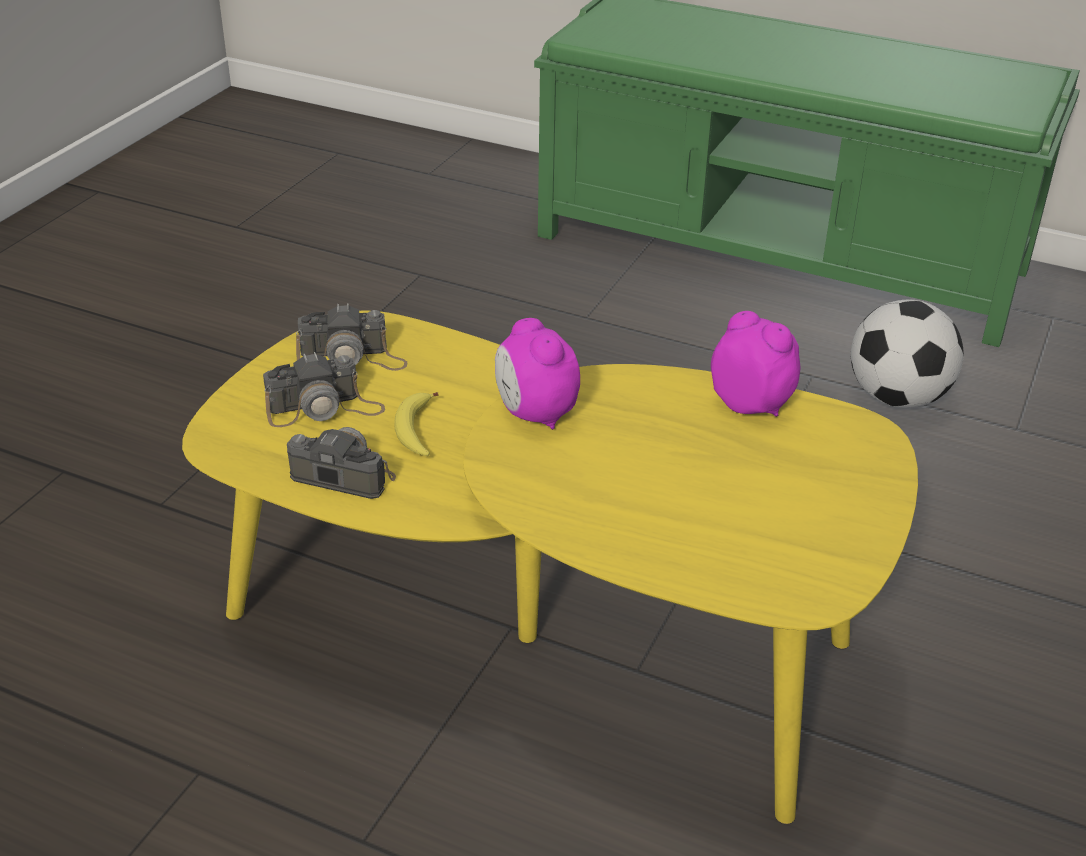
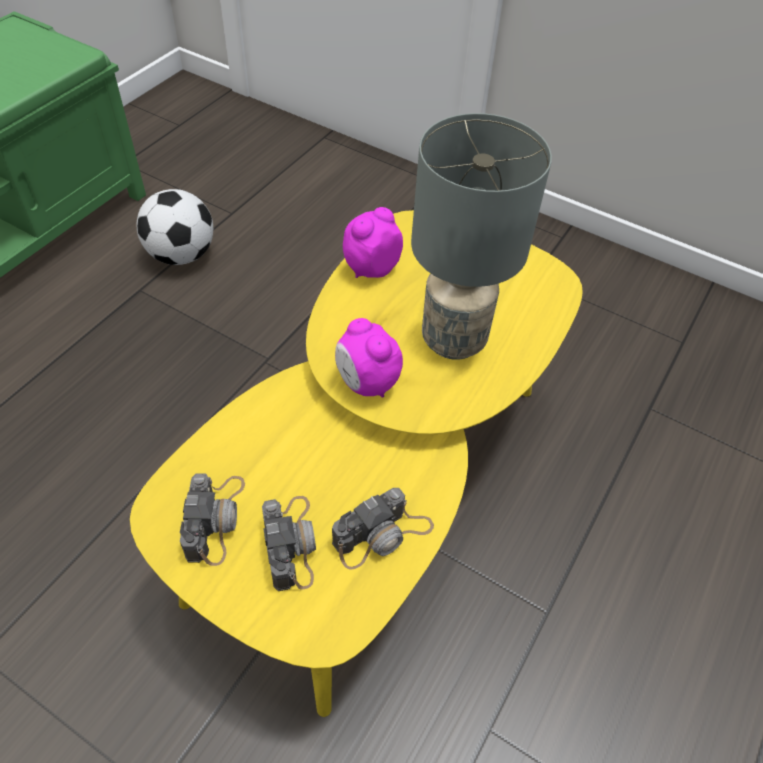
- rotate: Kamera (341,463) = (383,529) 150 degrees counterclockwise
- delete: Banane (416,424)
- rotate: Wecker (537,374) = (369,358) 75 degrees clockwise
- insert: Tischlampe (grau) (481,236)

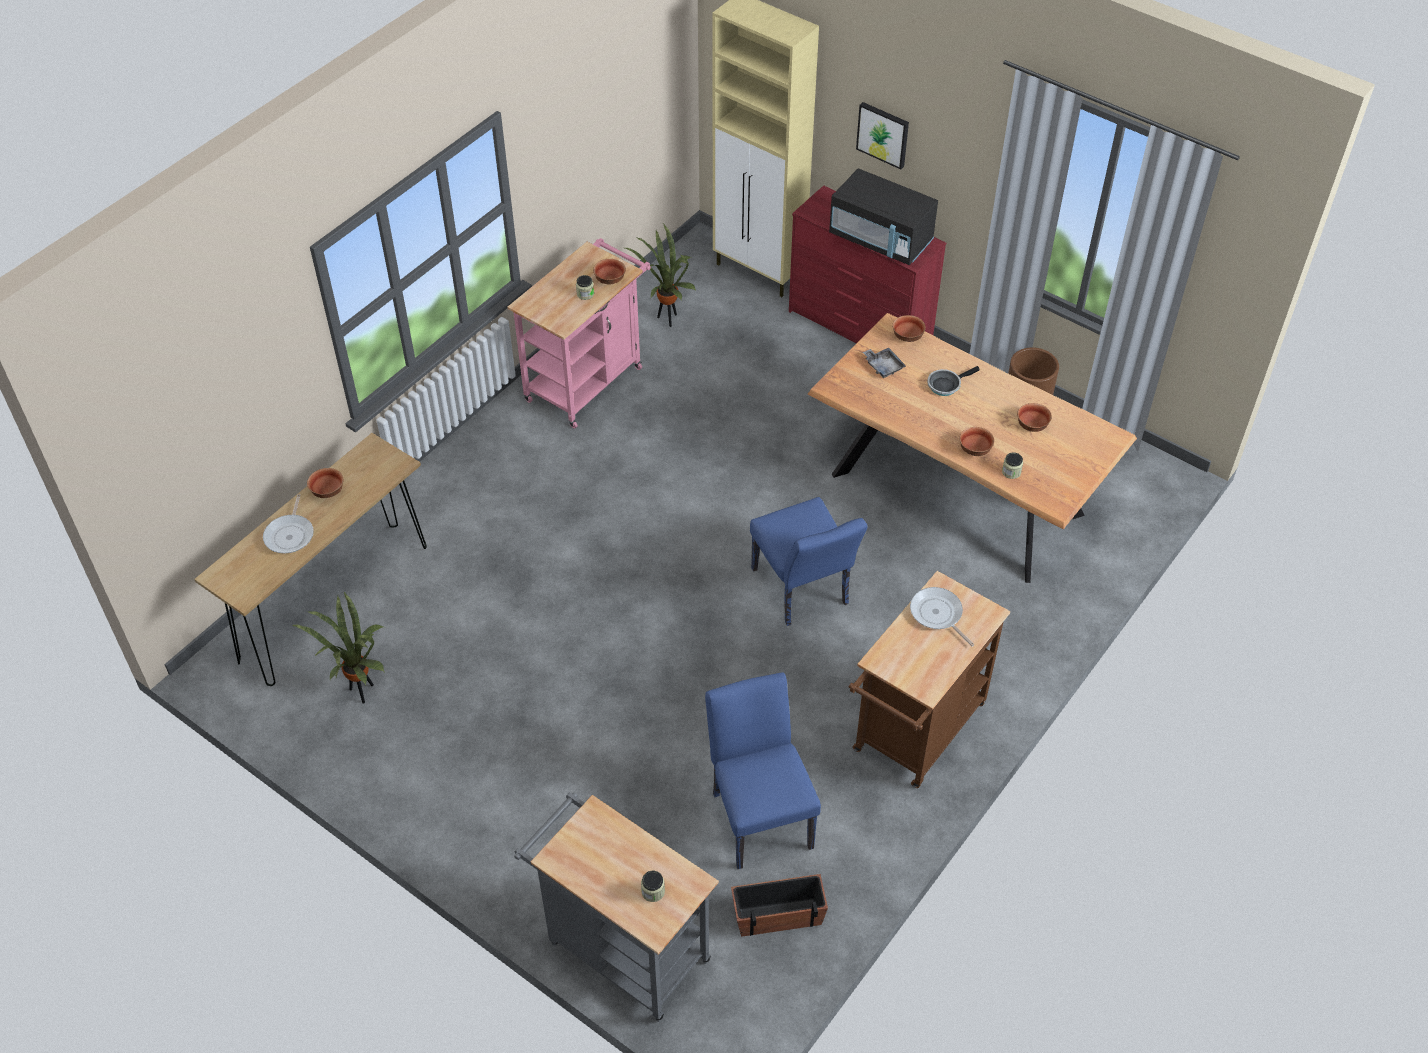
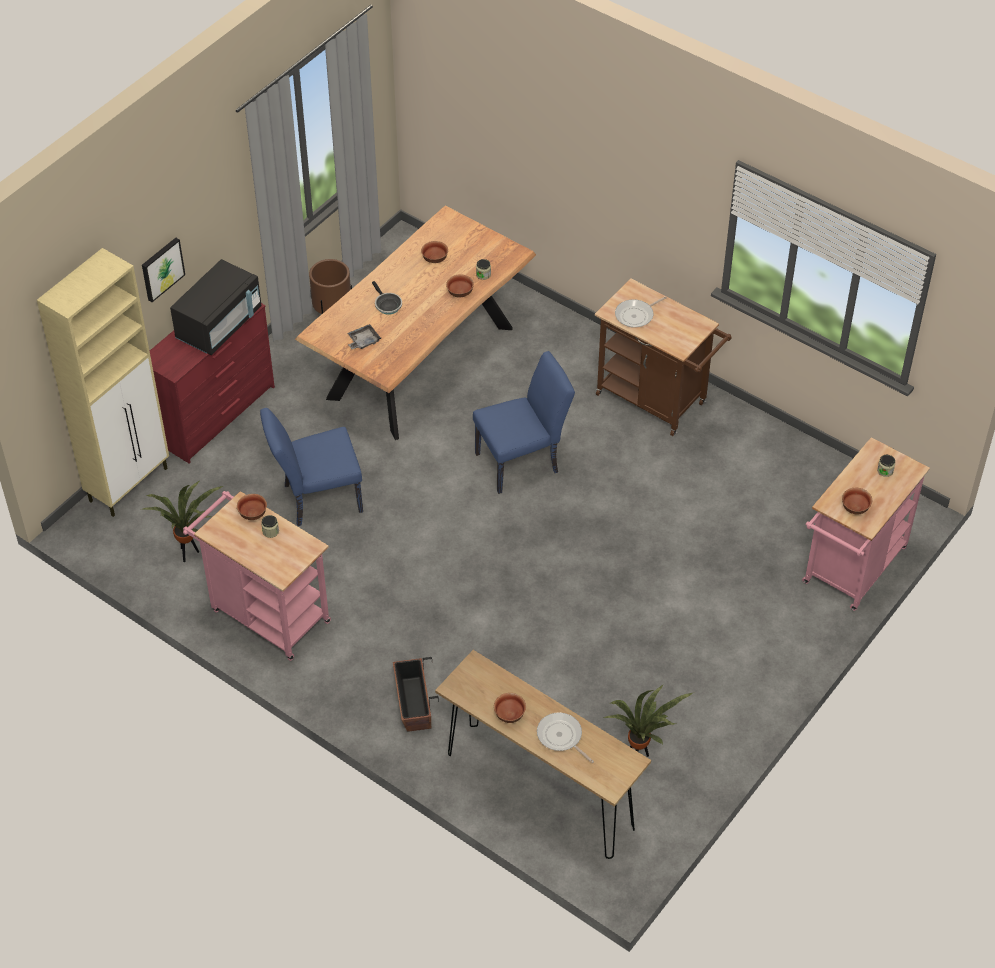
- rotate: Pfanne (288,524) = (565,737) 135 degrees counterclockwise
- recolor: Rollwagen (grau) (616,907) to Rollwagen (rosa) (866,524)
- move: Stuhl (blau) (763,770) to (311,467)
- move: Pflanzkübel (779,905) to (416,694)
- move: Schüssel (909,328) to (857,501)

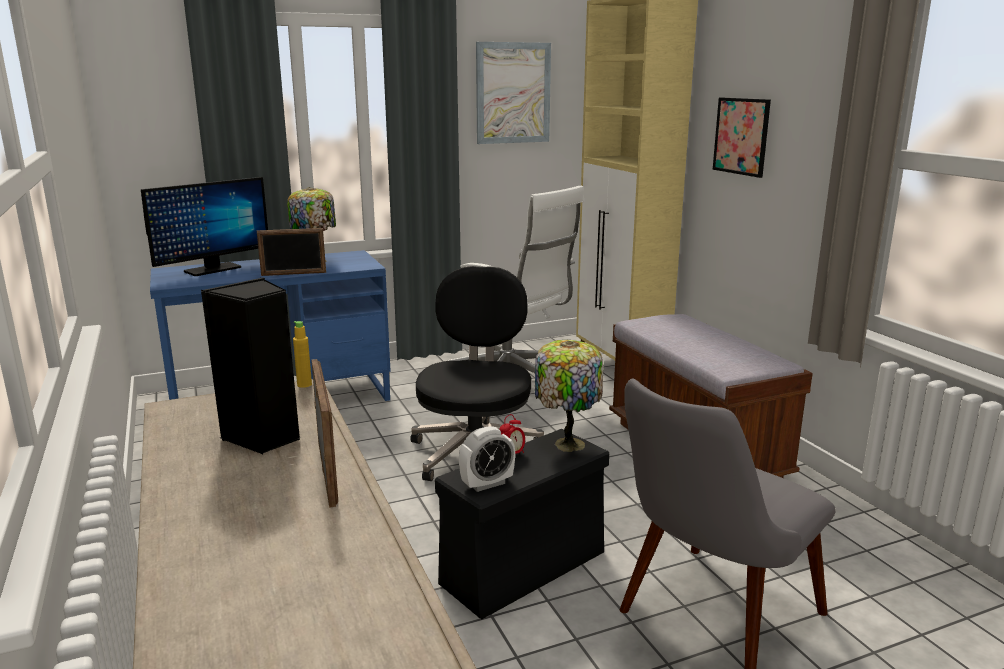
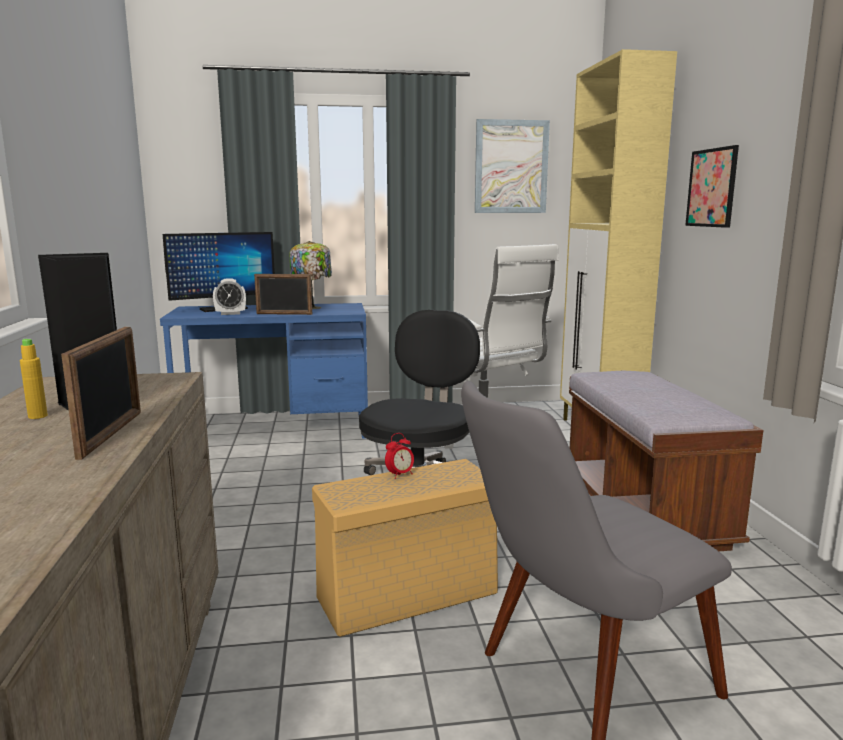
- move: Flasche (gelb) (302,354) to (34,379)
- recolor: Aufbewahrungsbox (schwarz) (522,524) to Aufbewahrungsbox (beige) (405,548)
- move: Wecker (487,459) to (229,296)
- delete: Tischlampe (569,396)

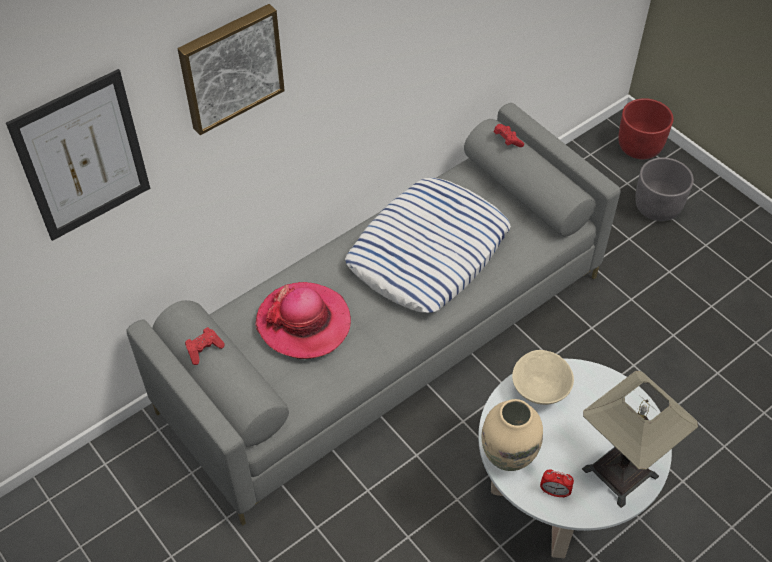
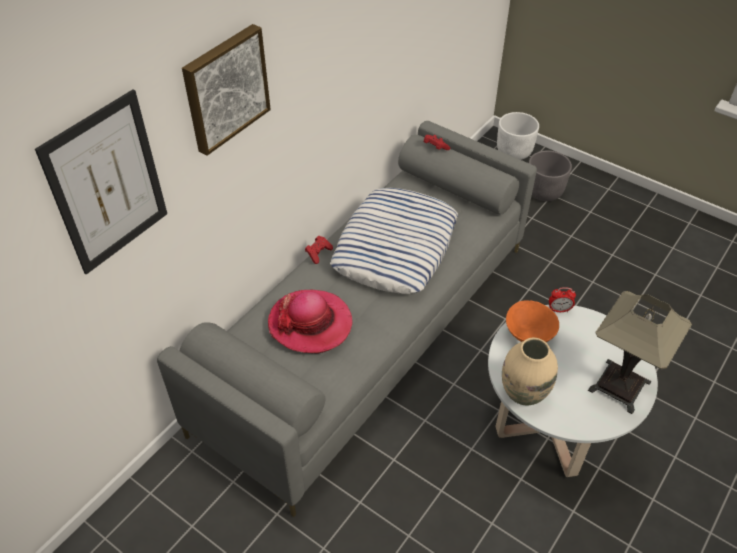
- move: Gamepad (rot) (205,346) to (319,250)
- recolor: Schüssel (beige) (543,377) to Schüssel (orange) (532,321)
- move: Wecker (557,483) to (562,299)
- recolor: Pflanzkübel (rot) (645,128) to Pflanzkübel (weiß) (518,136)

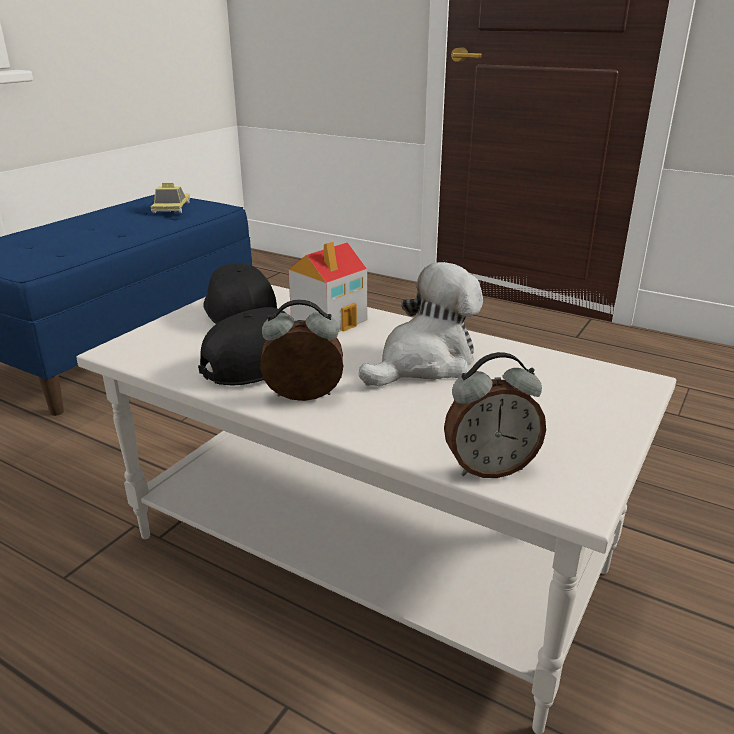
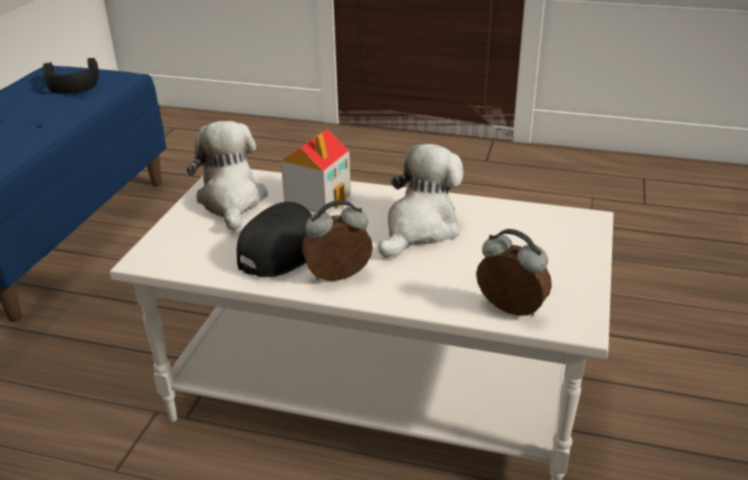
- replace: Spielzeugauto (170,198) to Kopfhörer (schwarz) (71,76)
- replace: Kappe (schwarz) (240,293) to Plüschtier (227,176)
- rotate: Wecker (495,415) = (514,272) 120 degrees counterclockwise

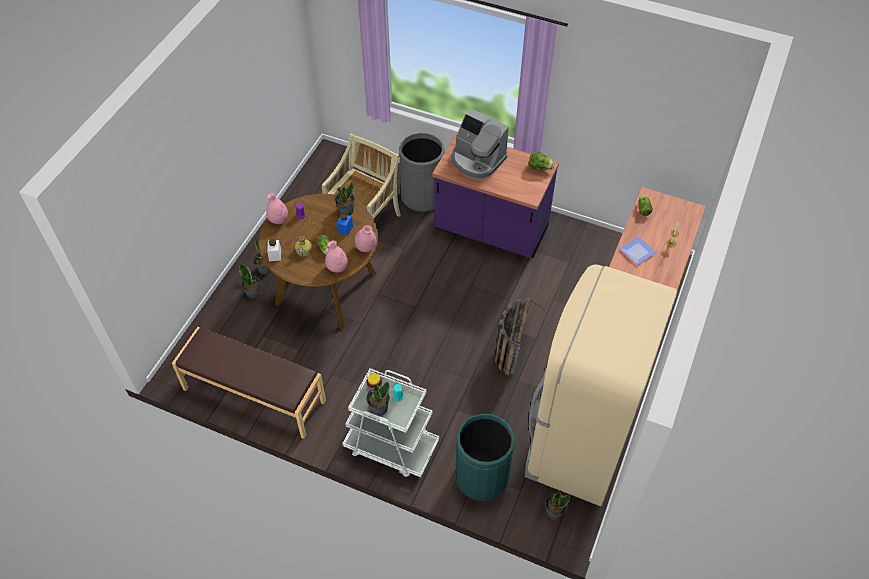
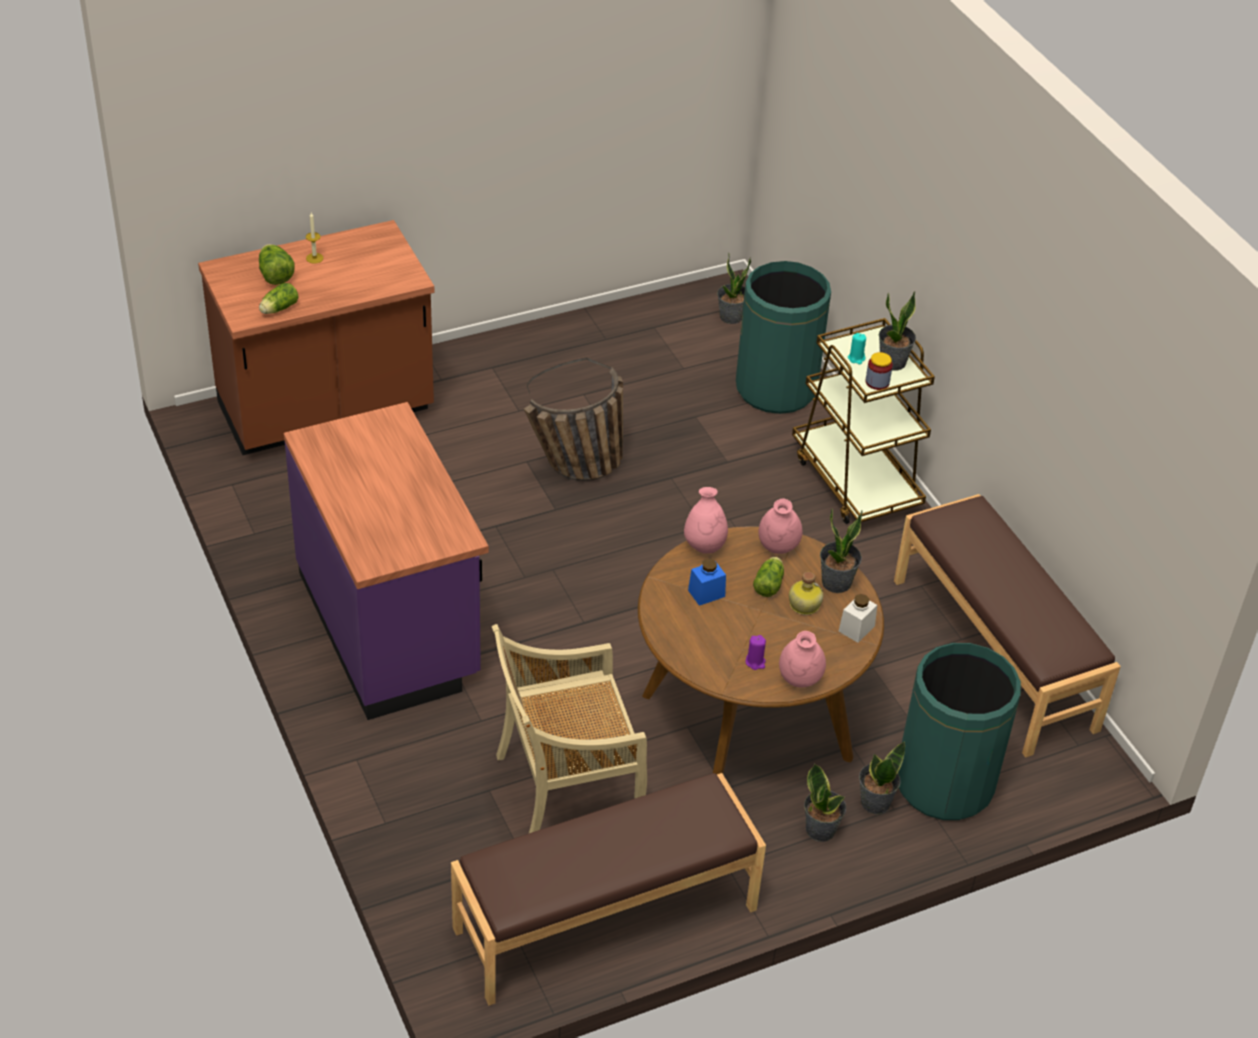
- move: Topfpflanze (345,199) to (841,551)
- recolor: Rollwagen (weiß) (390,422) to Rollwagen (braun) (863,421)
- delete: Mülleimer (grau) (422,172)
- delete: Kaffeemaschine (480,144)
- delete: Kühlschrank (beige) (601,385)
- move: Salatkopf (541,160) to (277,264)
- delete: Teller (638,250)
- insert: Bank (braun) (608,889)
- insert: Mülleimer (grün) (959,731)

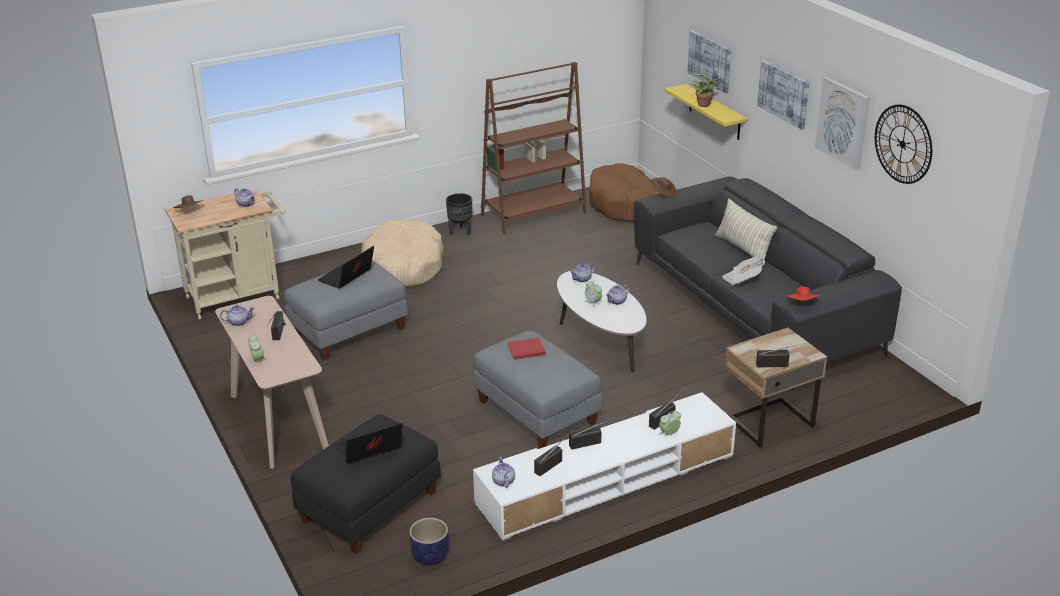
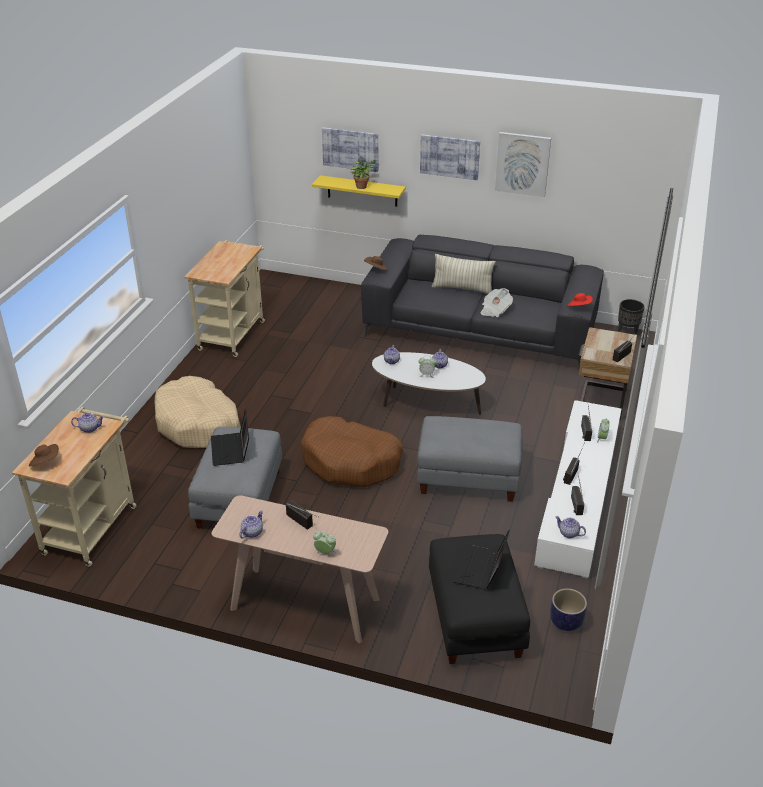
- move: Pflanzkübel (schwarz) (459,214) to (631,316)
- replace: Bücherregal (braun) (534,148) to Rollwagen (beige) (225,298)
- delete: Buch (rot) (527,349)
- move: Hundebett (braun) (625,192) to (352,451)
- delete: Wanduhr (903,144)

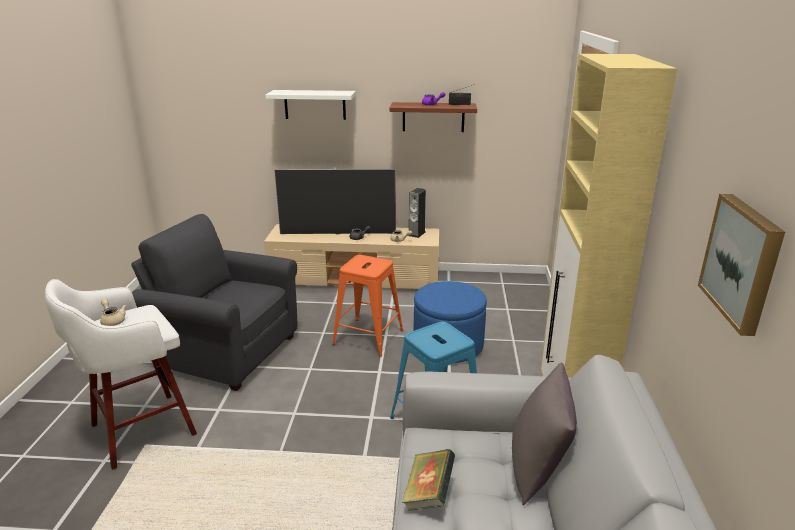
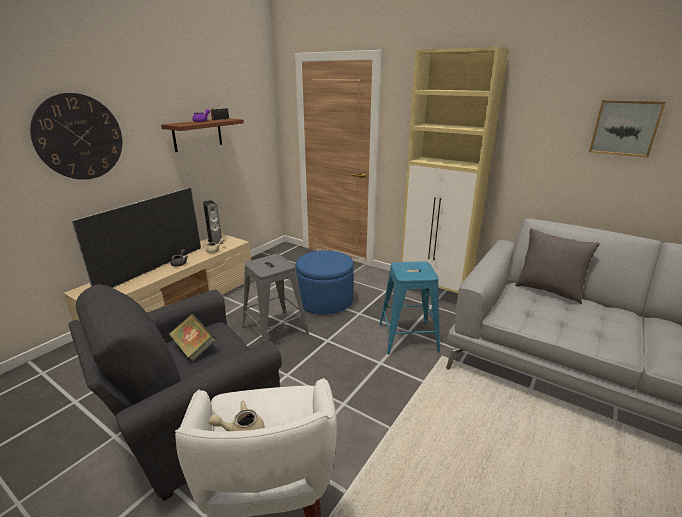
- replace: Wandregal (weiß) (310,105) to Wanduhr (76,136)
- recolor: Hocker (orange) (367,306) to Hocker (grau) (275,298)
- move: Buch (428,480) to (192,338)

